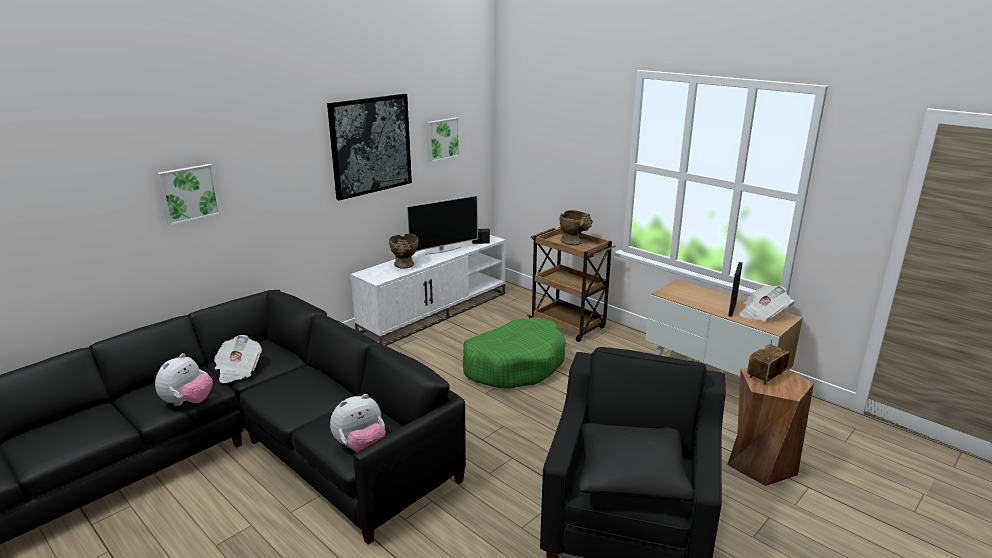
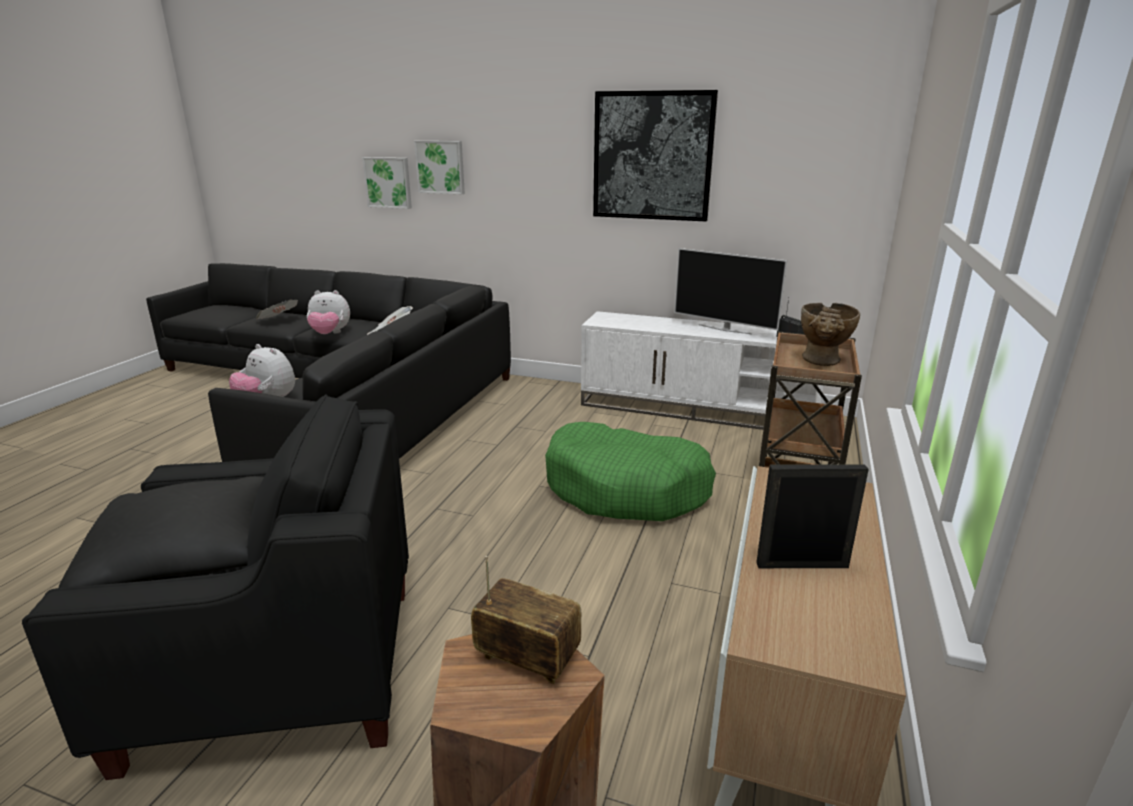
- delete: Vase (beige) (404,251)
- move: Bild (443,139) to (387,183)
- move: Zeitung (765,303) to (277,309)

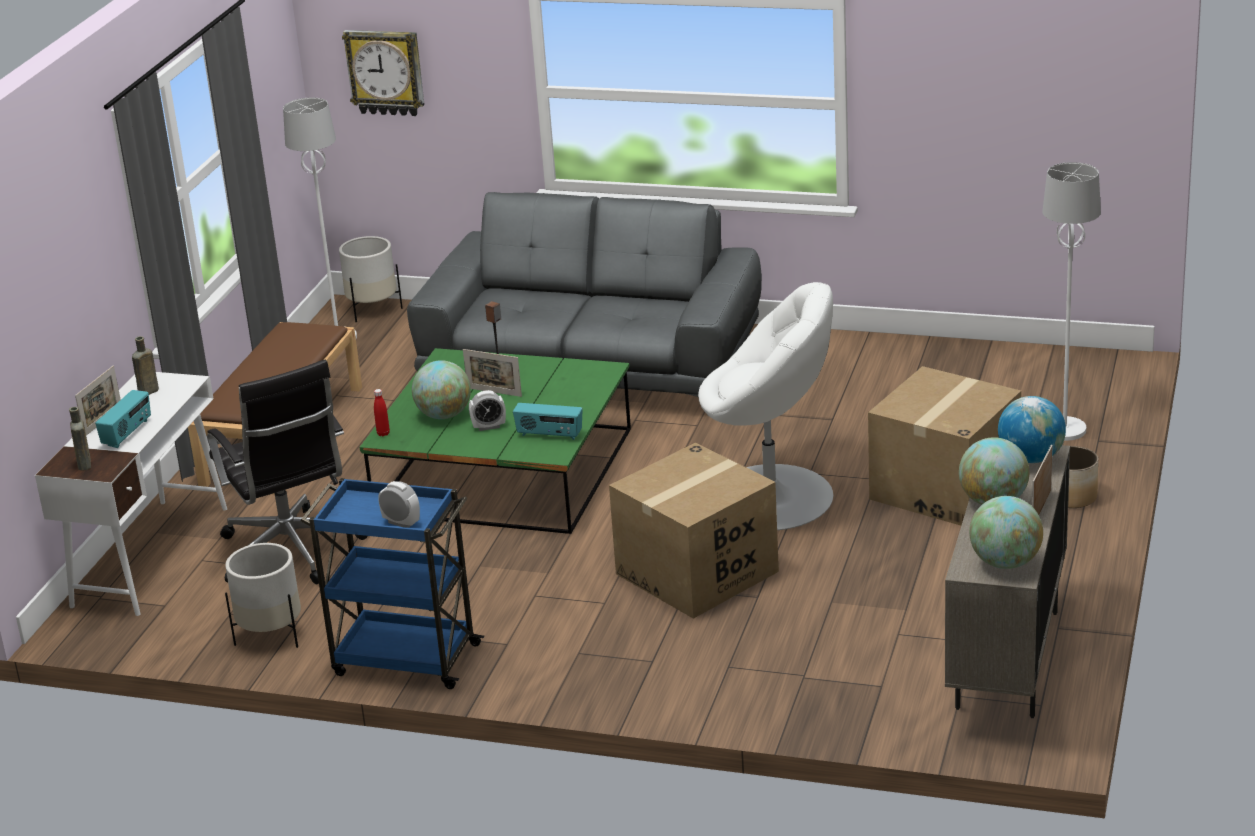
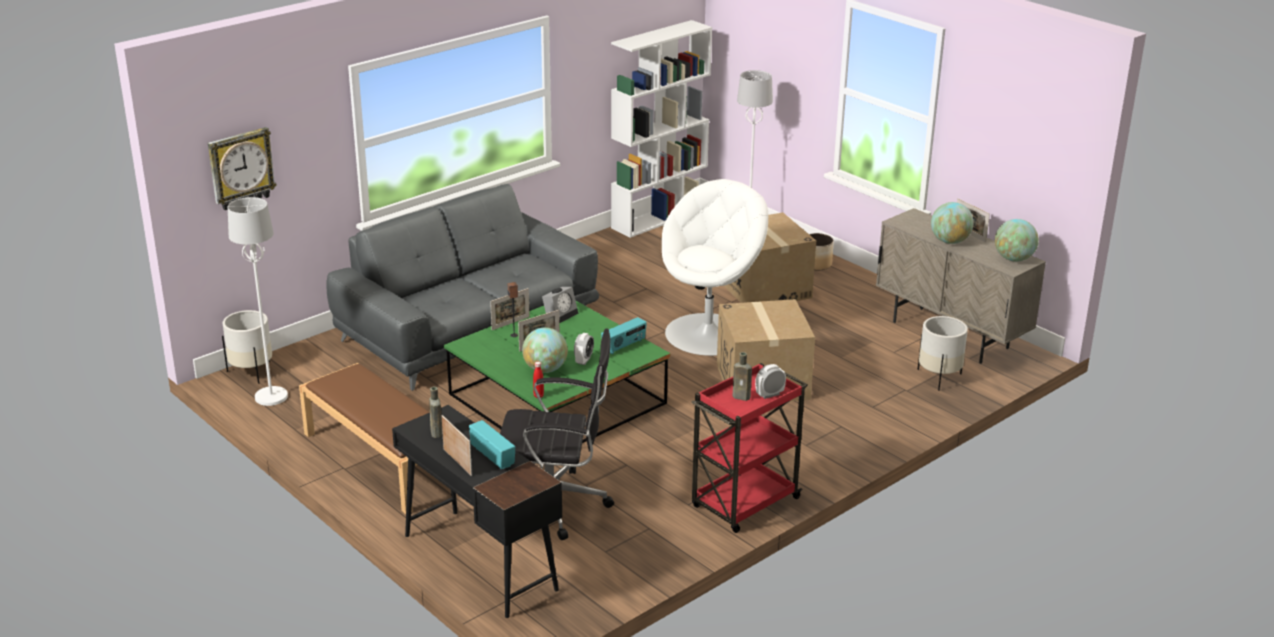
- recolor: Schreibtisch (weiß) (131,494) to Schreibtisch (schwarz) (477,511)
- move: Flasche (braun) (80,439) to (742,376)
- move: Pflanzkübel (weiß) (263,595) to (942,353)
- recolor: Rollwagen (blau) (392,583) to Rollwagen (rot) (749,448)
- delete: Globus (1032,429)
- insert: Bilderrahmen (510,309)
- insert: Wecker (560,305)
- insert: Bücherregal (weiß) (661,129)

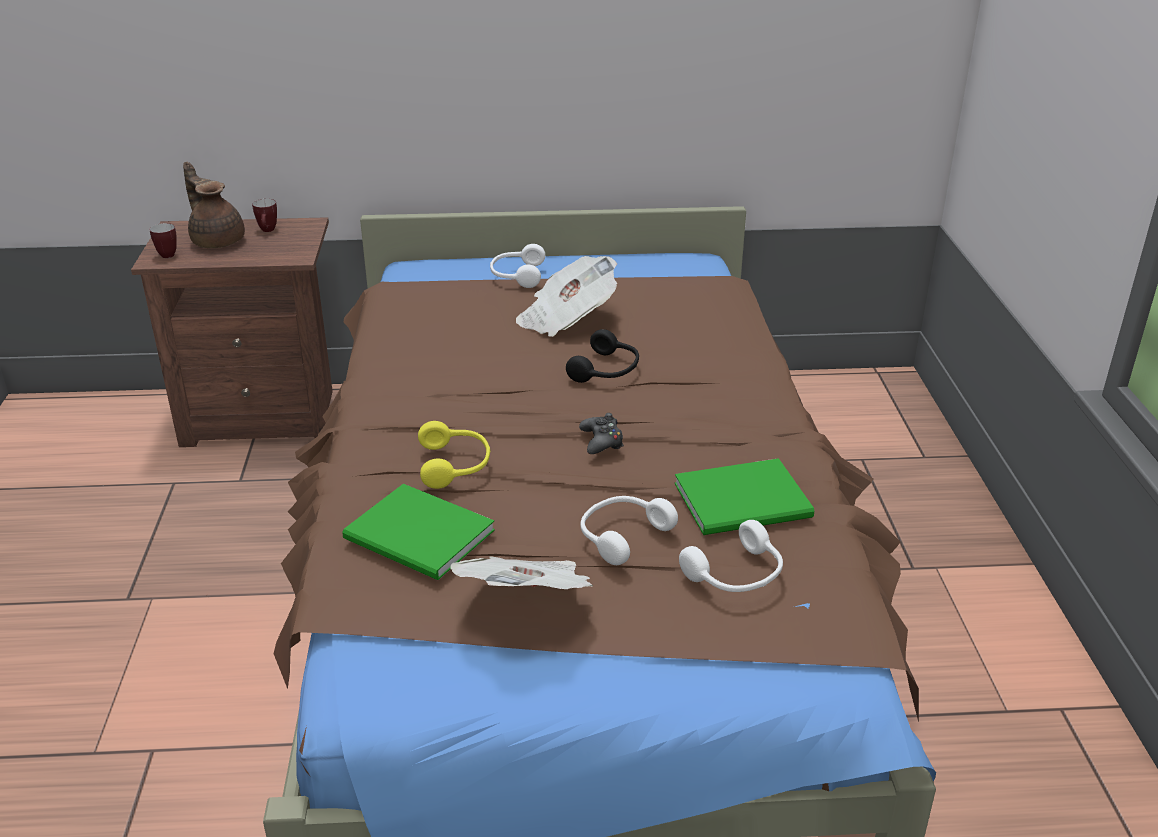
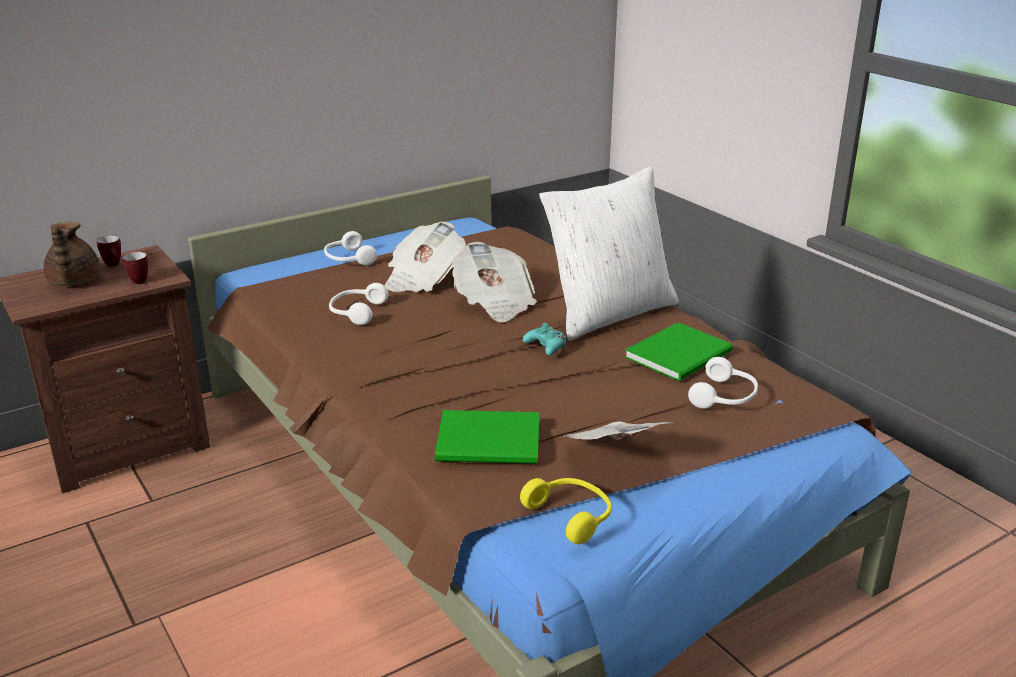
- move: Henkelbecher (163,240) to (135,268)
- rotate: Teekanne (braun) (214,205) = (72,254) 120 degrees counterclockwise
- move: Kopfhörer (gelb) (454,455) to (566,511)
- replace: Kopfhörer (schwarz) (602,356) to Zeitung (494,282)
- recolor: Gamepad (schwarz) (601,433) to Gamepad (türkis) (544,339)
- move: Kopfhörer (weiß) (629,530) to (358,304)
- insert: Kissen (weiß) (609,254)

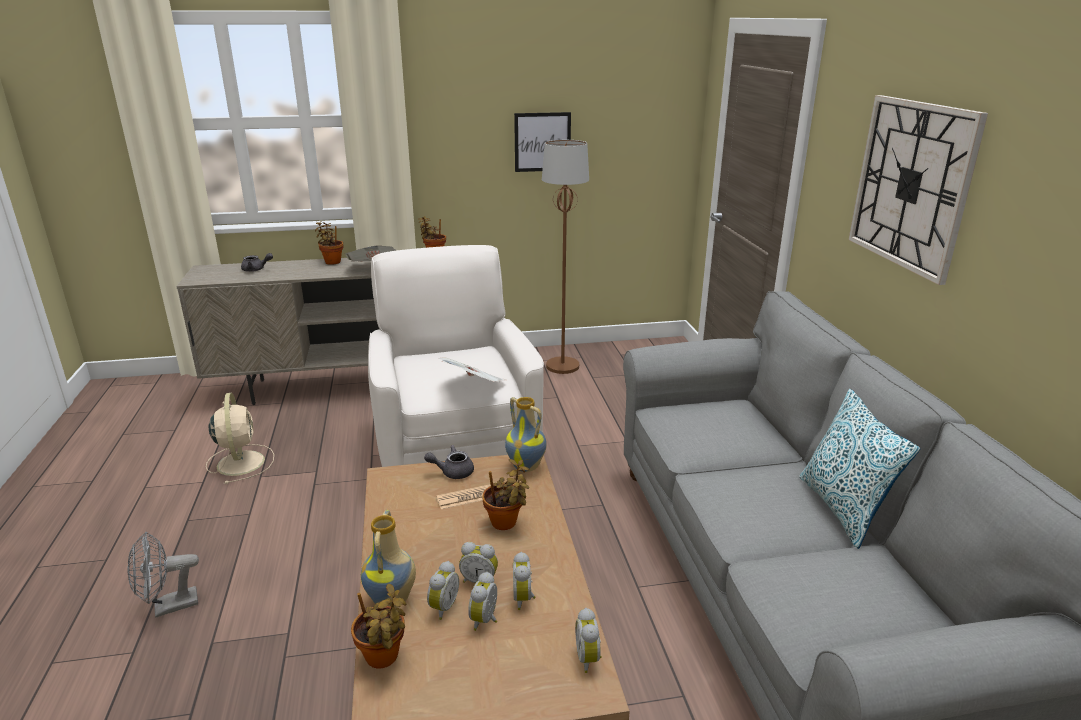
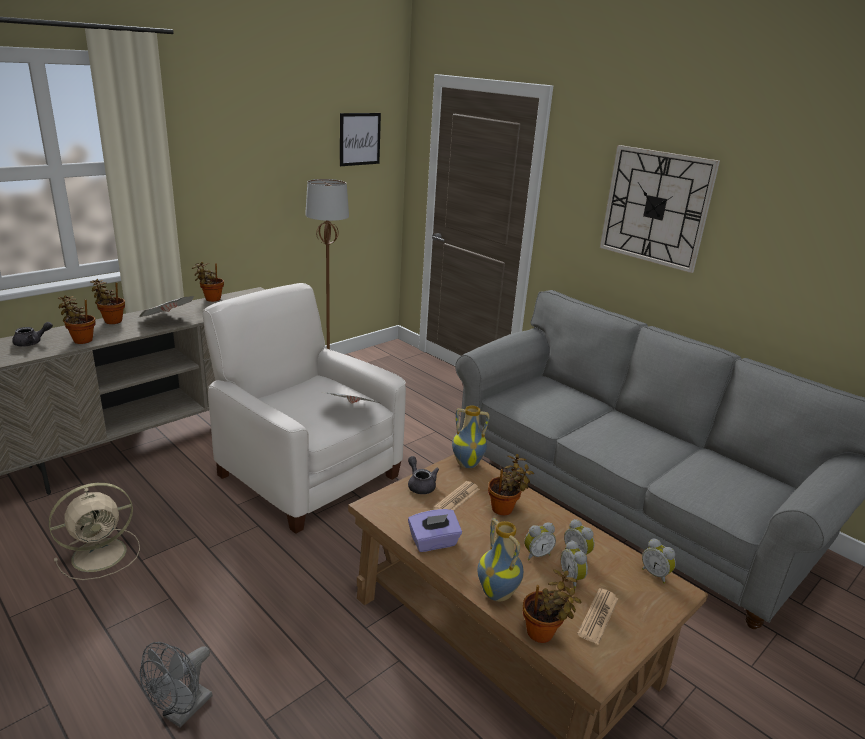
- rotate: Ventilator (beige) (240,438) = (94,531) 105 degrees clockwise
- rotate: Teekanne (grau) (449,462) = (423,475) 105 degrees clockwise
- delete: Wecker (443,590)
- move: Bild (542,142) to (360,139)
- delete: Kissen (859,469)
- insert: Topfpflanze (76,319)
- insert: Taschentuchbox (lila) (435,530)
- insert: Zeitung (597,616)

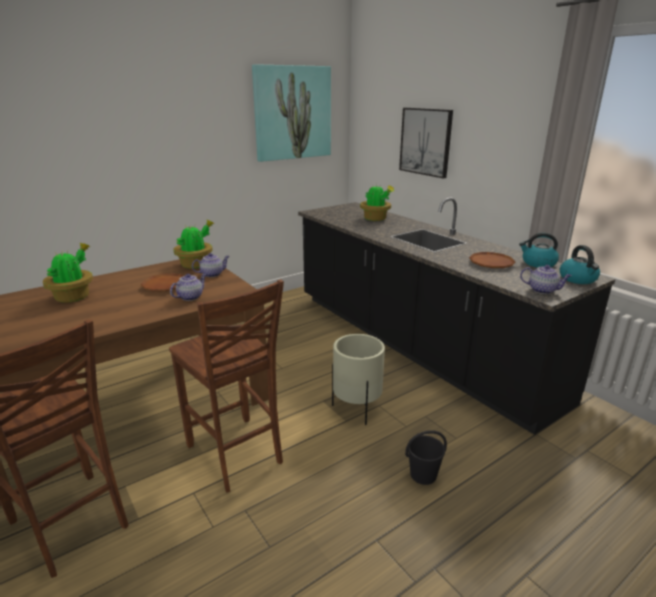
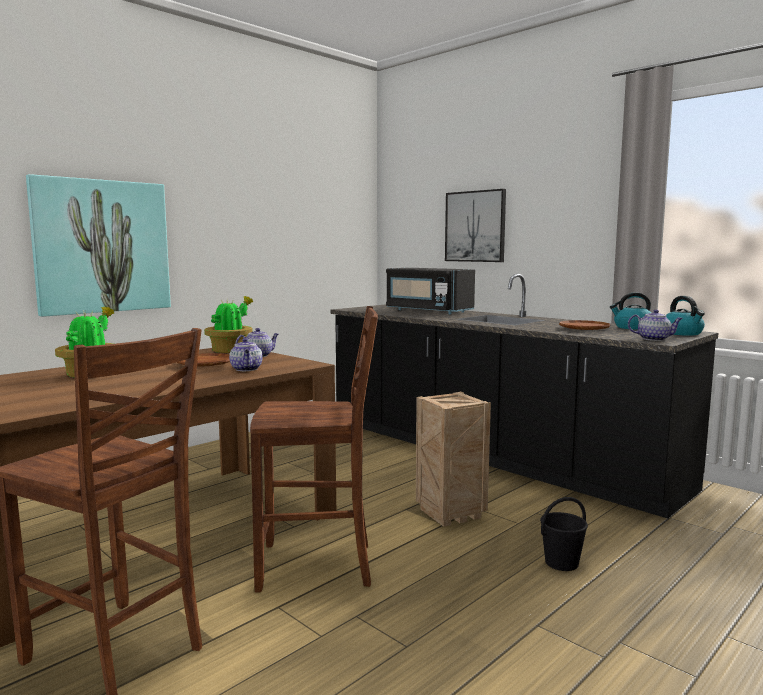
- rotate: Stuhl (braun) (226,386) = (314,449) 45 degrees counterclockwise
- rotate: Teekanne (188,287) = (246,354) 135 degrees clockwise
- move: Bild (291,113) to (98,245)
- replace: Pflanzkübel (beige) (358,379) to Kiste (453,459)
- replace: Topfpflanze (377,202) to Mikrowelle (schwarz) (430,291)

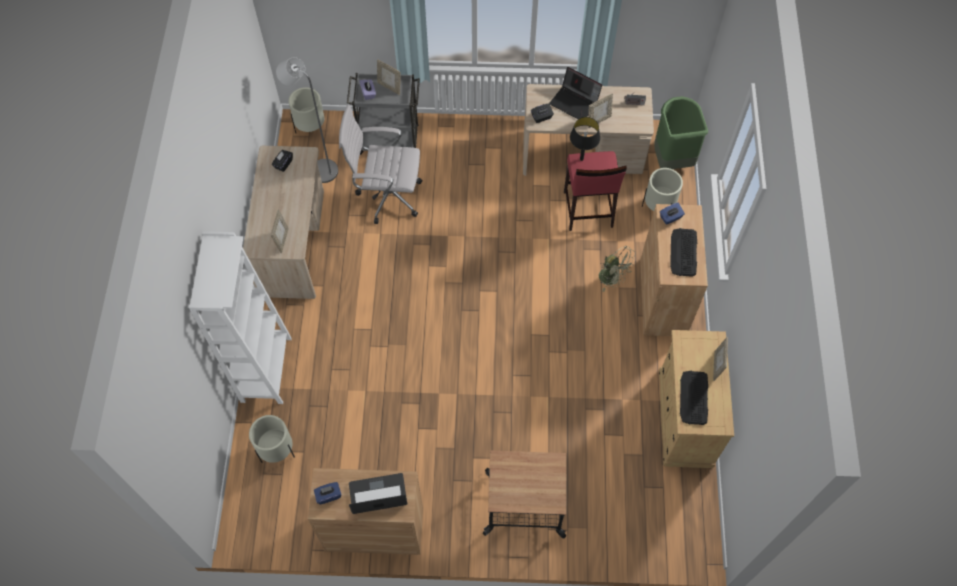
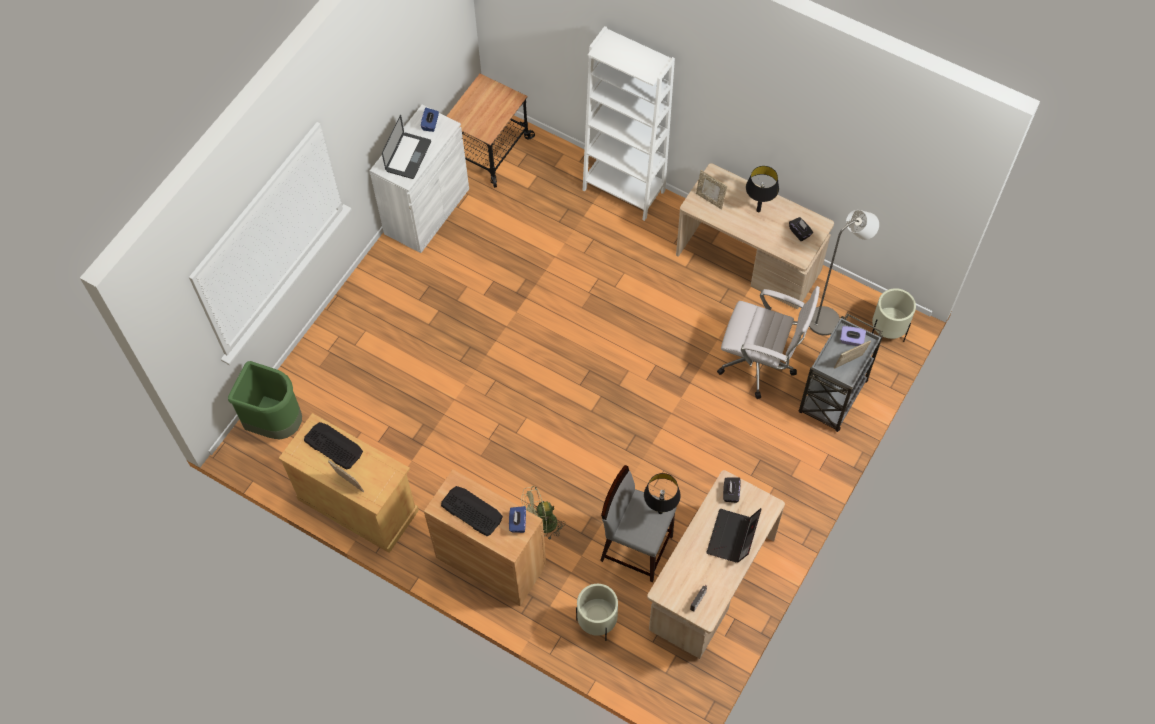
- delete: Pflanzkübel (beige) (272,439)
- recolor: Schrank (braun) (365,511) to Schrank (weiß) (419,179)
- rotate: Bürostuhl (weiß) (381,164) = (768,342) 75 degrees clockwise
- move: Rollwagen (525,495) to (491,131)
- rotate: Laptop (575,93) = (734,535) 45 degrees counterclockwise
- recolor: Hocker (rot) (595,191) to Hocker (grau) (638,524)
- delete: Bilderrahmen (600,110)
- move: Mülleimer (grün) (681,132) to (265,400)
- insert: Tischlampe (schwarz) (762,189)

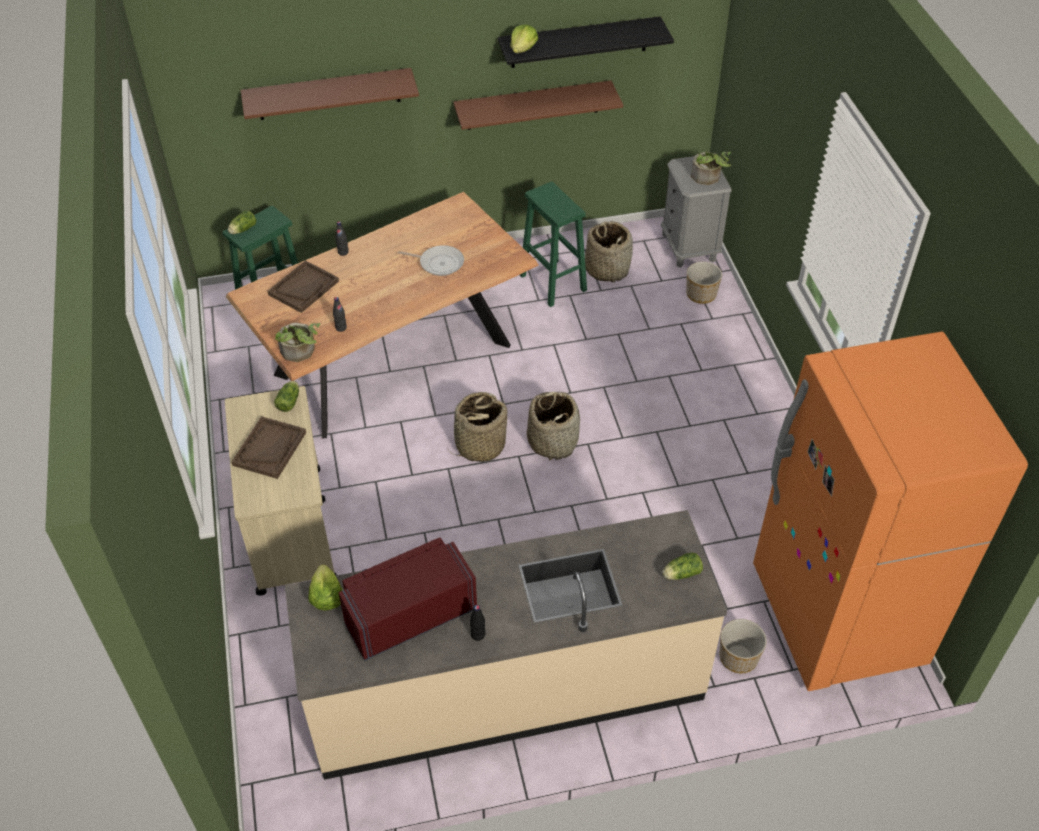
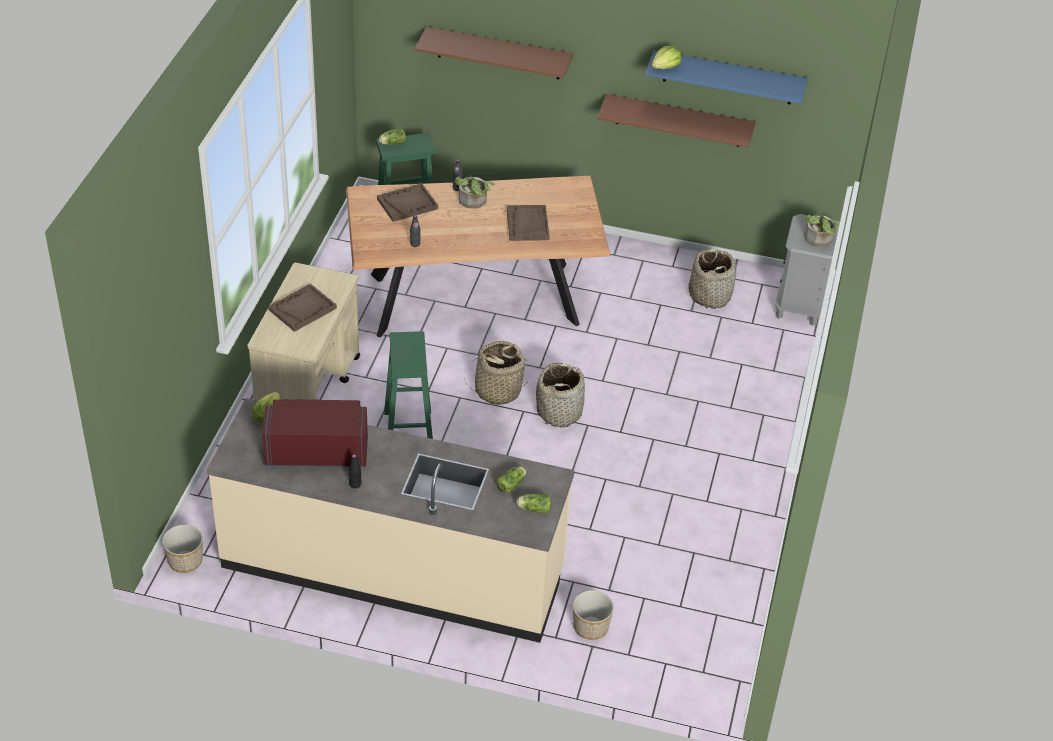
- move: Salatkopf (286,396) to (511,479)
- move: Topfpflanze (297,342) to (475,192)
- replace: Pfanne (431,260) to Tablett (braun) (528,223)
- recolor: Wandregal (schwarz) (586,42) to Wandregal (blau) (726,77)
- move: Hocker (grün) (553,244) to (408,385)
- move: Pflanzkübel (704,283) to (182,549)
- delete: Kühlschrank (orange) (890,511)

